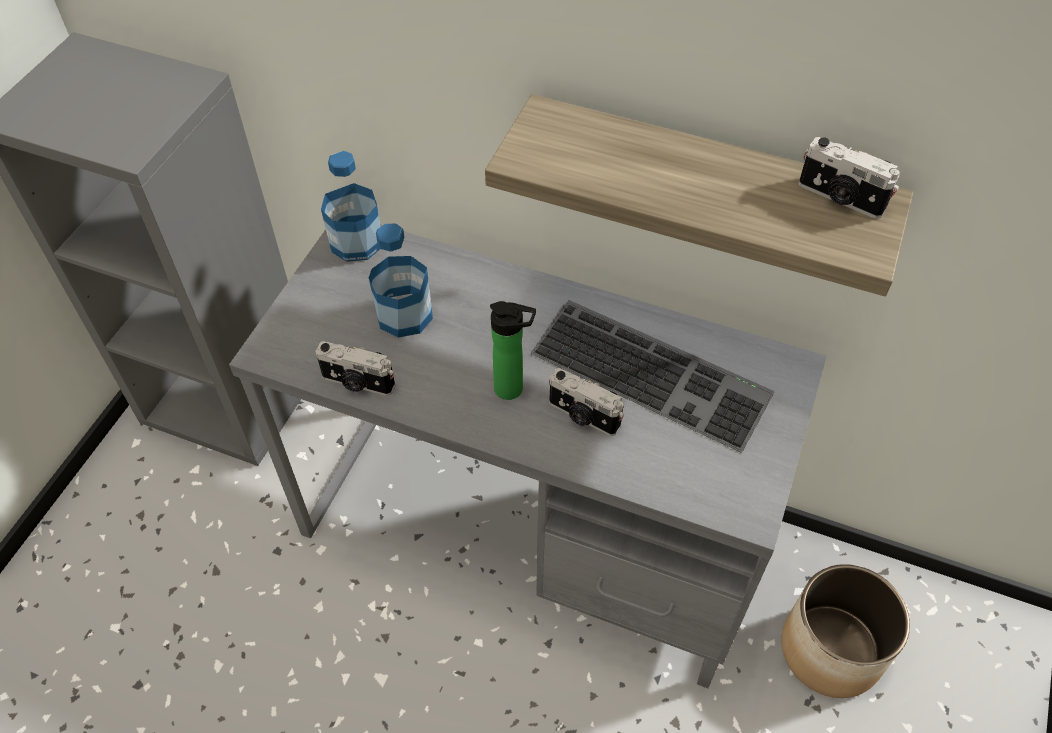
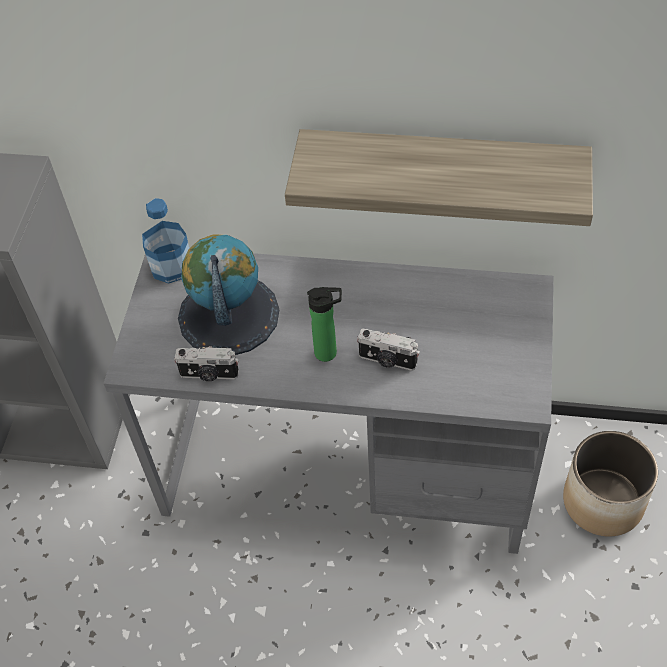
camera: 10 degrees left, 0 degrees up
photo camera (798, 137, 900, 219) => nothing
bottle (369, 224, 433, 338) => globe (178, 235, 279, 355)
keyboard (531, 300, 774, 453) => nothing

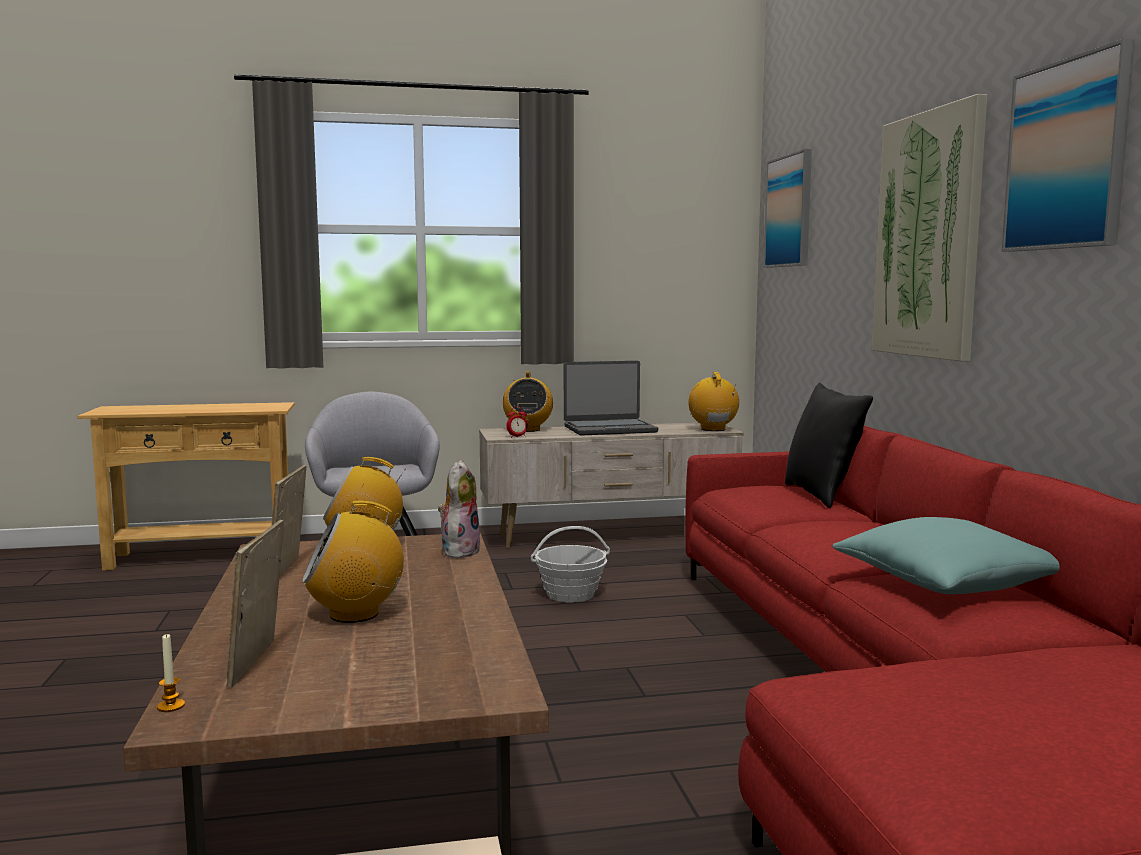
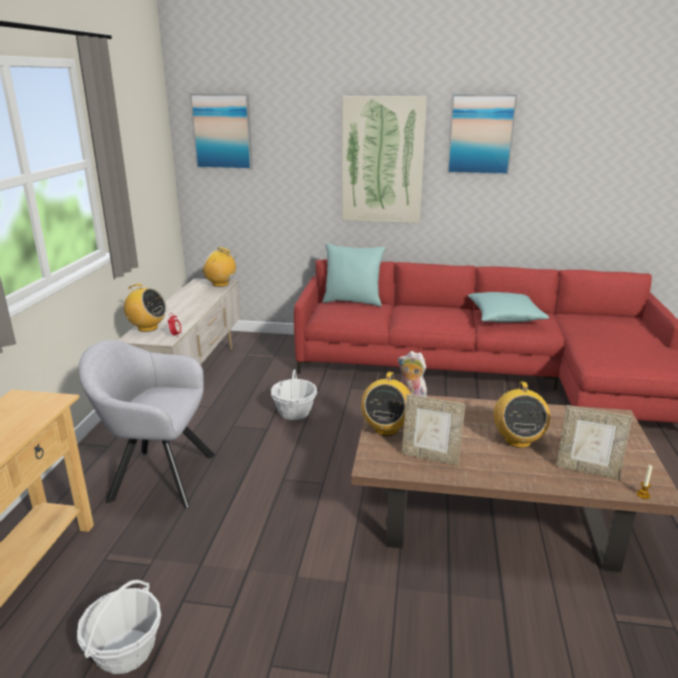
camera: 70 degrees left, 15 degrees up
laptop (564, 361, 658, 436) => nothing
black pillow (785, 383, 873, 508) => turquoise pillow (322, 243, 385, 307)
nothing => basket (77, 580, 161, 674)

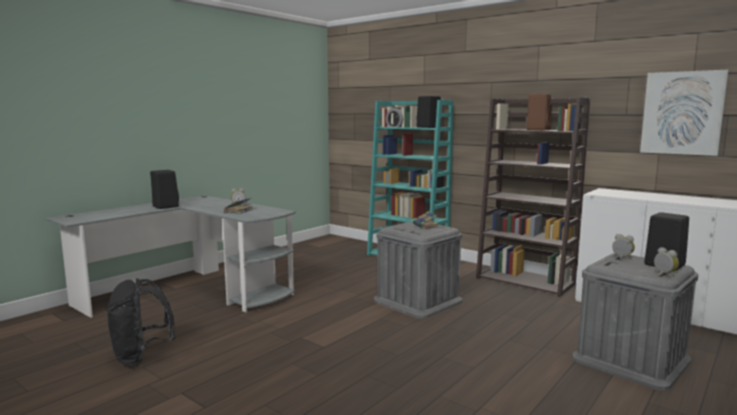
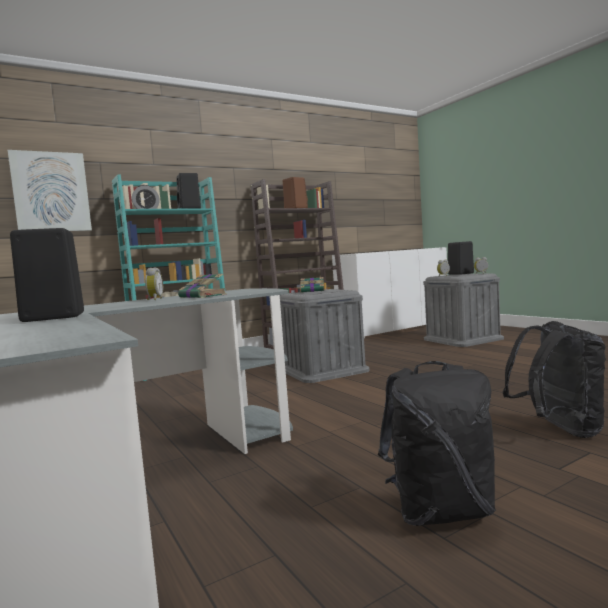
camera: 70 degrees left, 5 degrees down
picture (640, 70, 729, 156) => picture (8, 150, 92, 231), move
nothing => black backpack (503, 321, 606, 438)

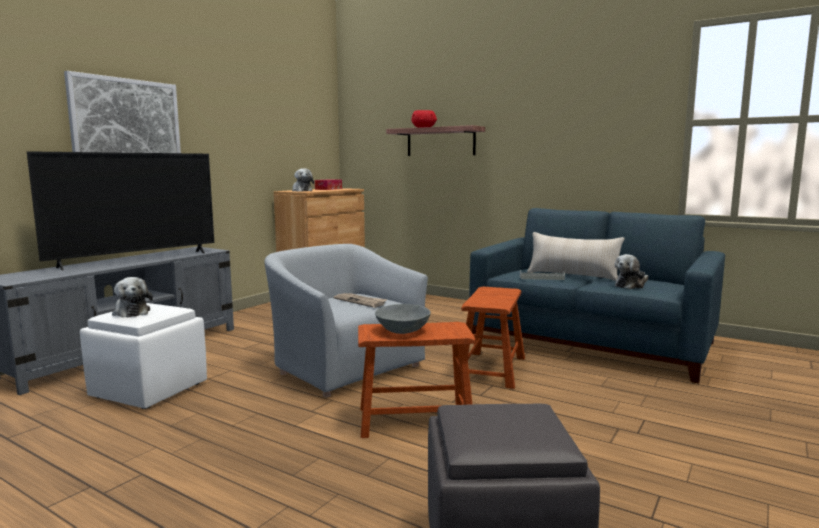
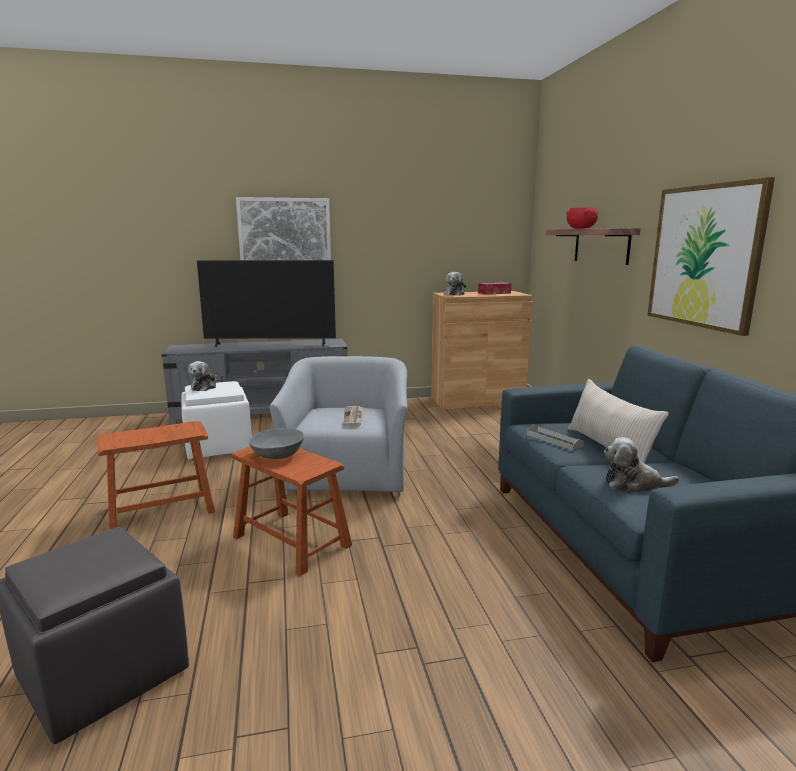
camera: 45 degrees right, 5 degrees up
brown stool (462, 287, 525, 389) => brown stool (98, 421, 215, 530), move
nothing => picture (647, 177, 775, 336)

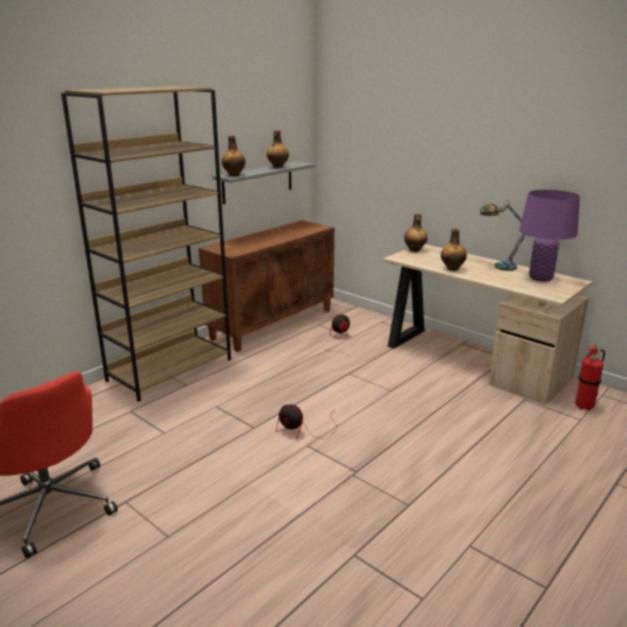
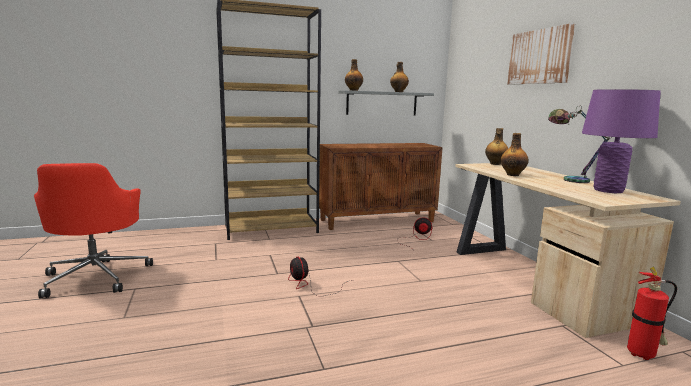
camera: 30 degrees right, 10 degrees down
nothing => picture (507, 23, 575, 85)

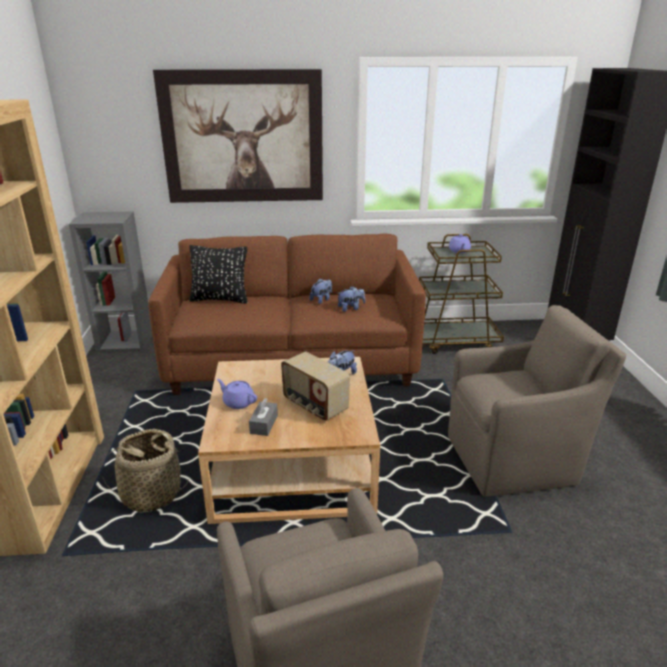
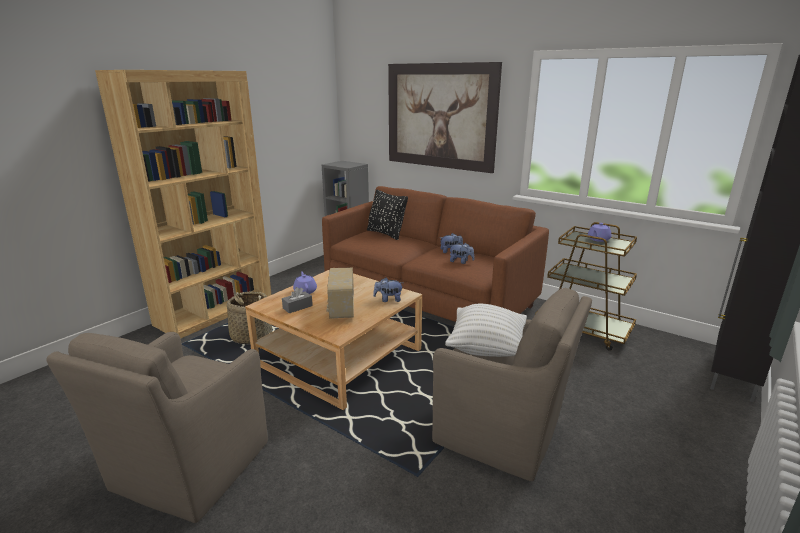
camera: 40 degrees right, 5 degrees down
nothing => white pillow (445, 304, 527, 357)

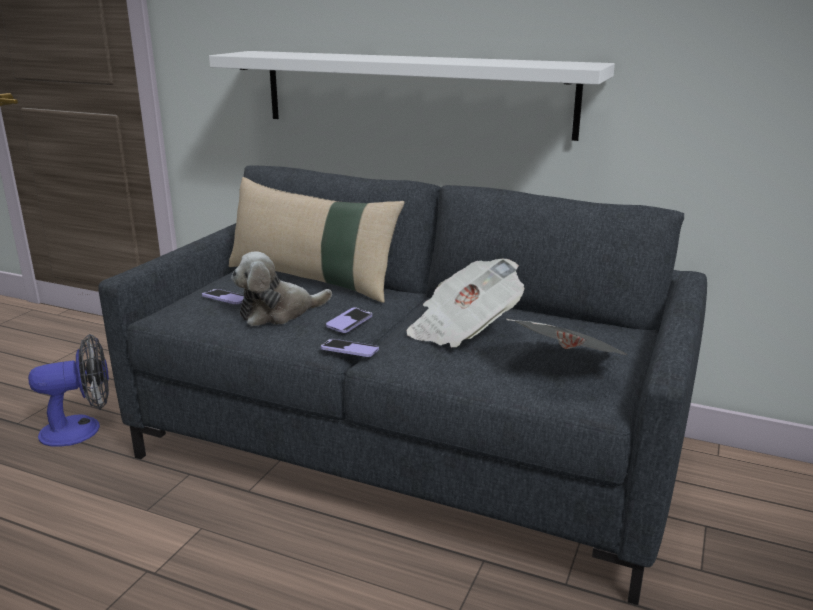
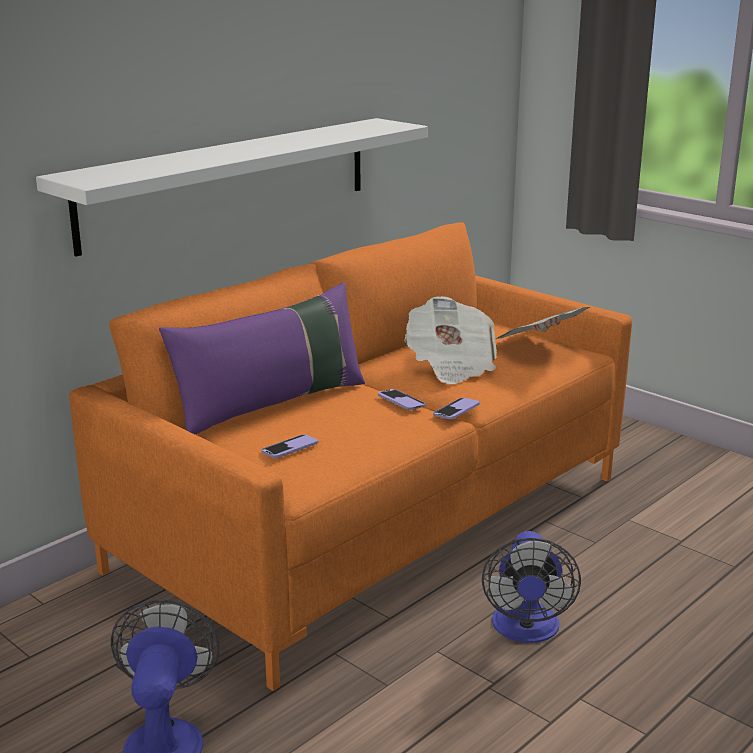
camera: 70 degrees left, 0 degrees up
grey sofa (98, 165, 707, 605) => orange sofa (69, 222, 632, 691)
beige pillow (228, 177, 404, 303) => purple pillow (159, 282, 365, 435)
plush toy (231, 251, 332, 326) => nothing
nothing => fan (482, 531, 581, 643)

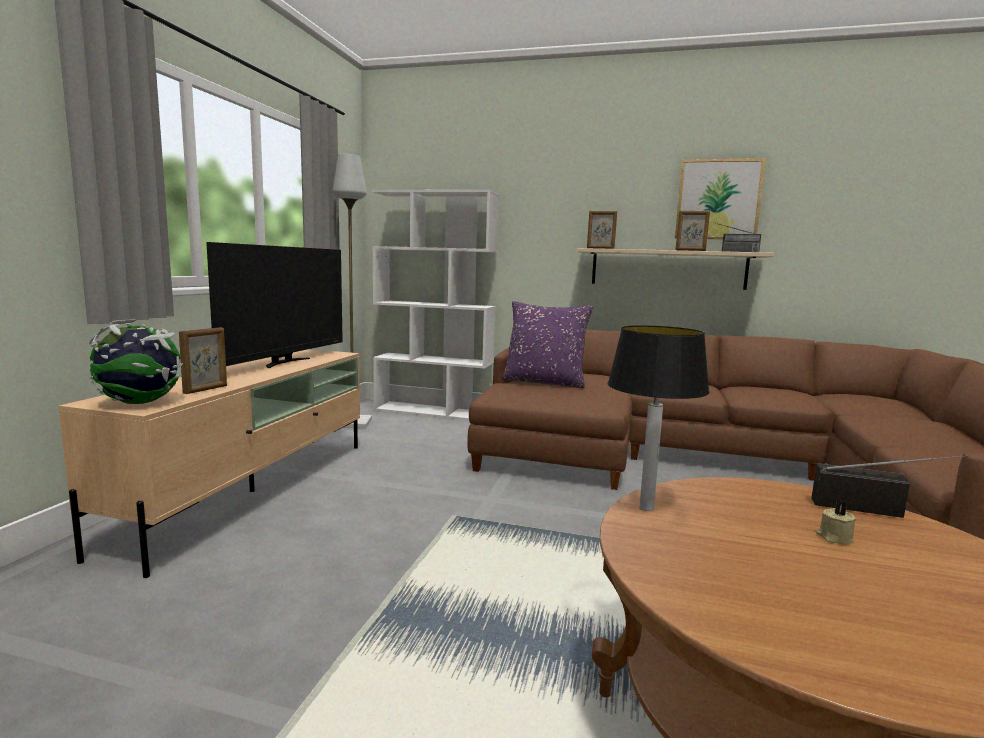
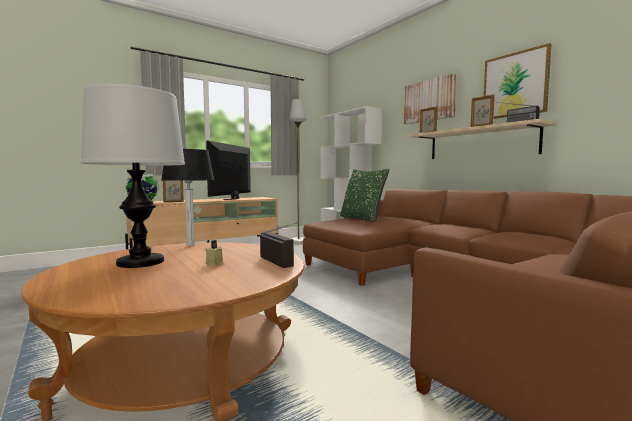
camera: 40 degrees right, 5 degrees down
television (206, 242, 343, 368) => television (206, 141, 251, 200), 135 degrees clockwise
purple pillow (502, 301, 593, 388) => green pillow (340, 169, 389, 222)
nothing => picture (404, 73, 457, 124)
nothing => table lamp (81, 84, 185, 268)

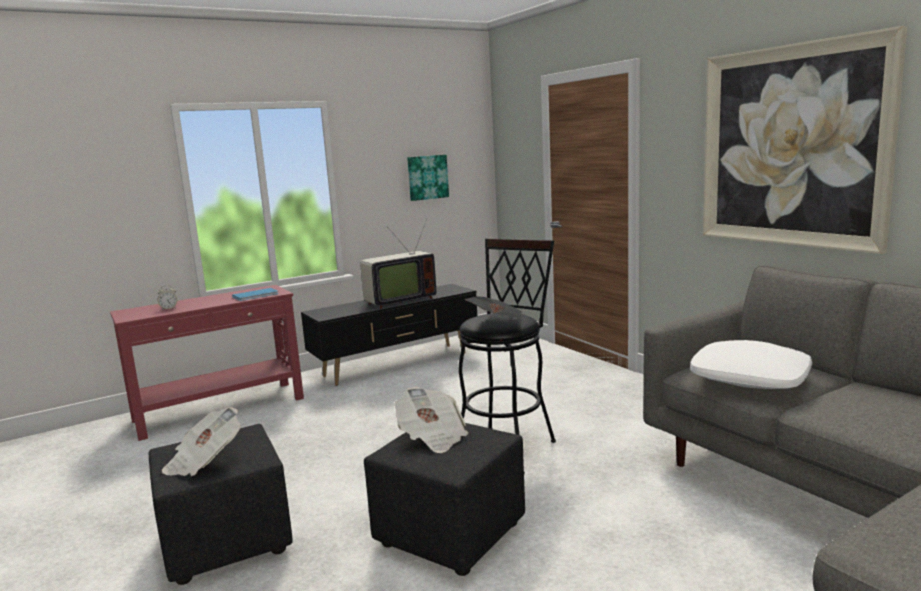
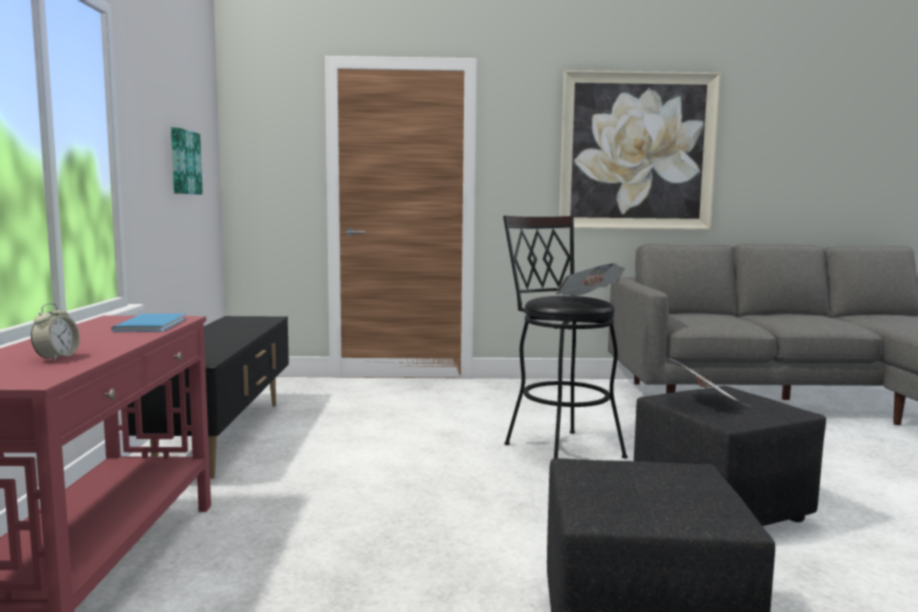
camera: 60 degrees left, 5 degrees down
television (360, 219, 436, 309) => nothing
white pillow (690, 340, 812, 389) => nothing
newspaper (162, 407, 240, 476) => nothing

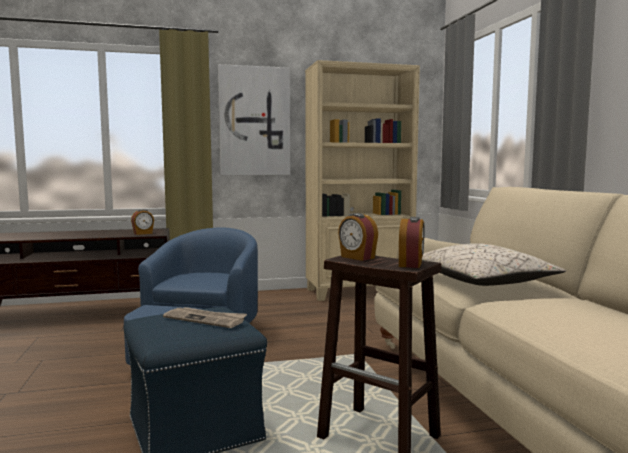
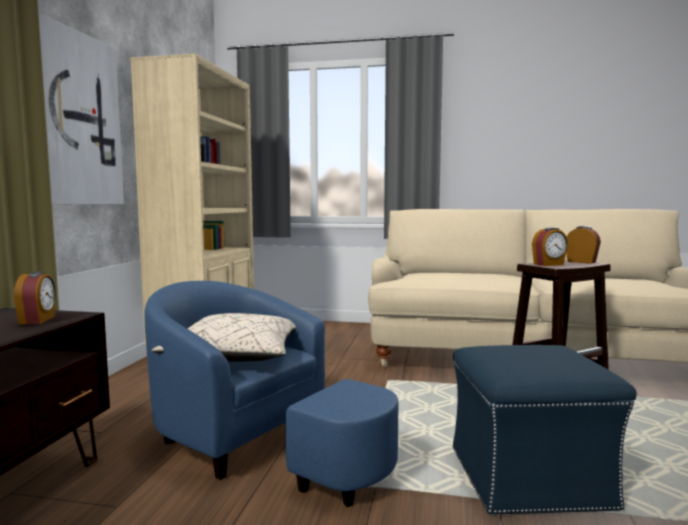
camera: 65 degrees left, 0 degrees up
beige pillow (422, 243, 566, 286) => beige pillow (152, 313, 296, 362), move
newspaper (163, 307, 247, 328) => nothing

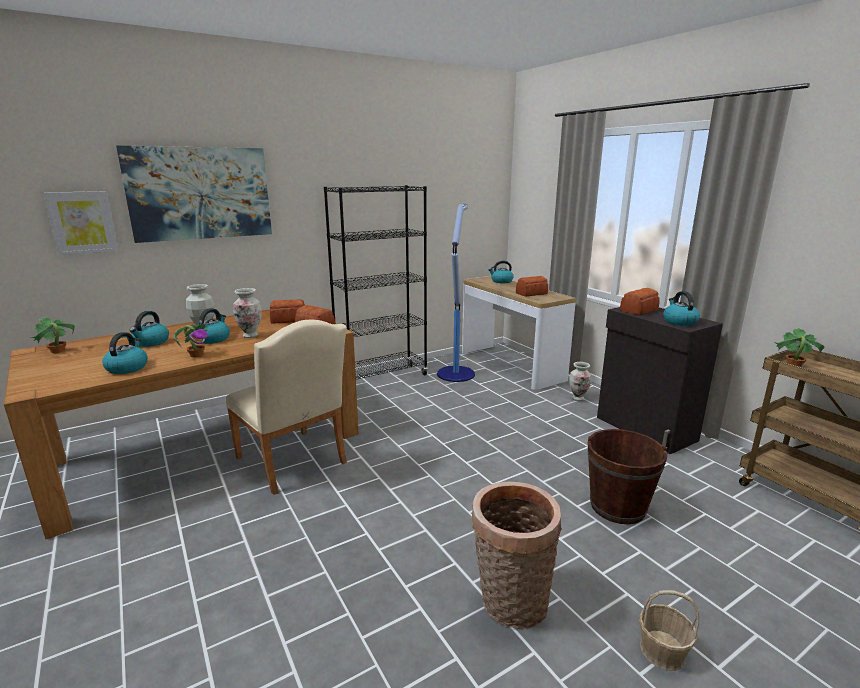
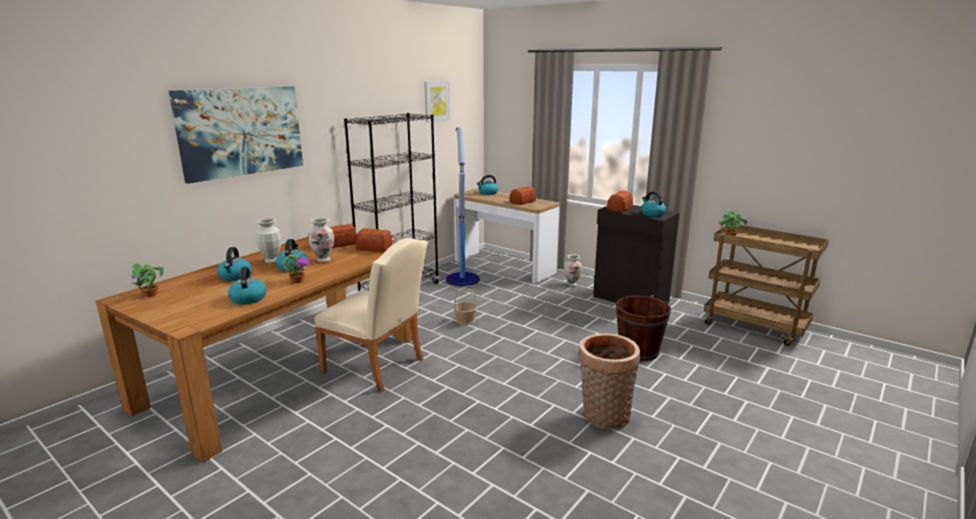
camera: 20 degrees left, 0 degrees up
picture (43, 191, 119, 255) => picture (424, 81, 450, 122), move
basket (639, 590, 699, 671) => basket (454, 289, 477, 325), move

